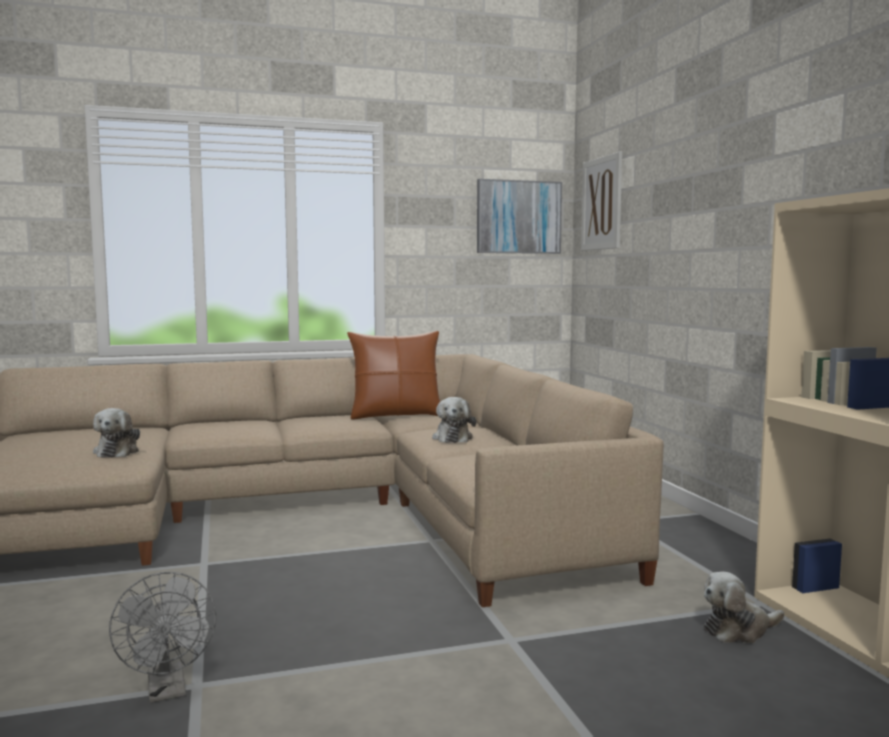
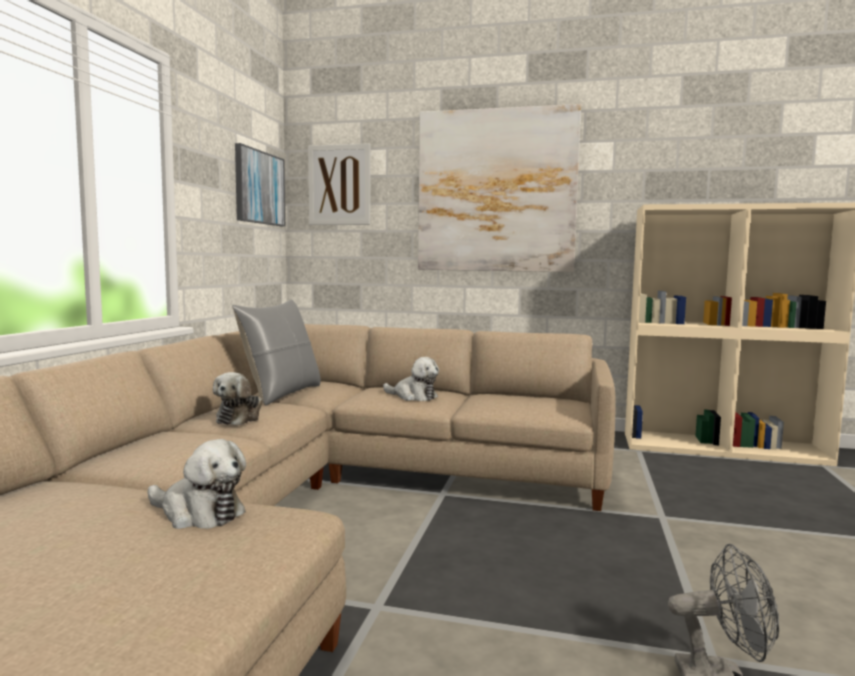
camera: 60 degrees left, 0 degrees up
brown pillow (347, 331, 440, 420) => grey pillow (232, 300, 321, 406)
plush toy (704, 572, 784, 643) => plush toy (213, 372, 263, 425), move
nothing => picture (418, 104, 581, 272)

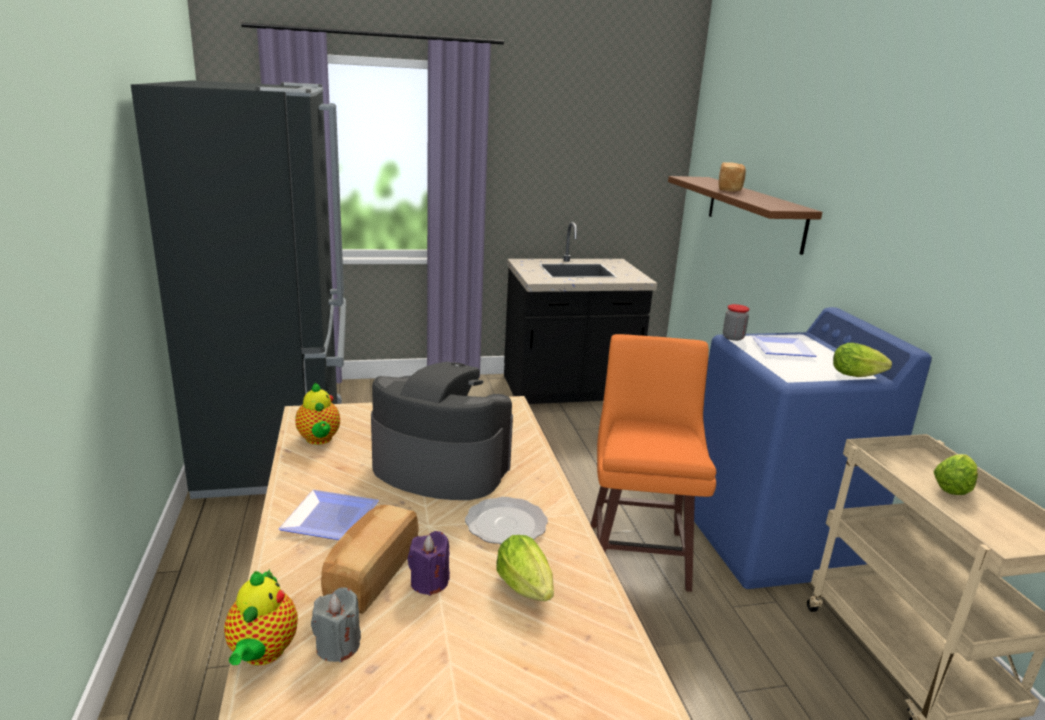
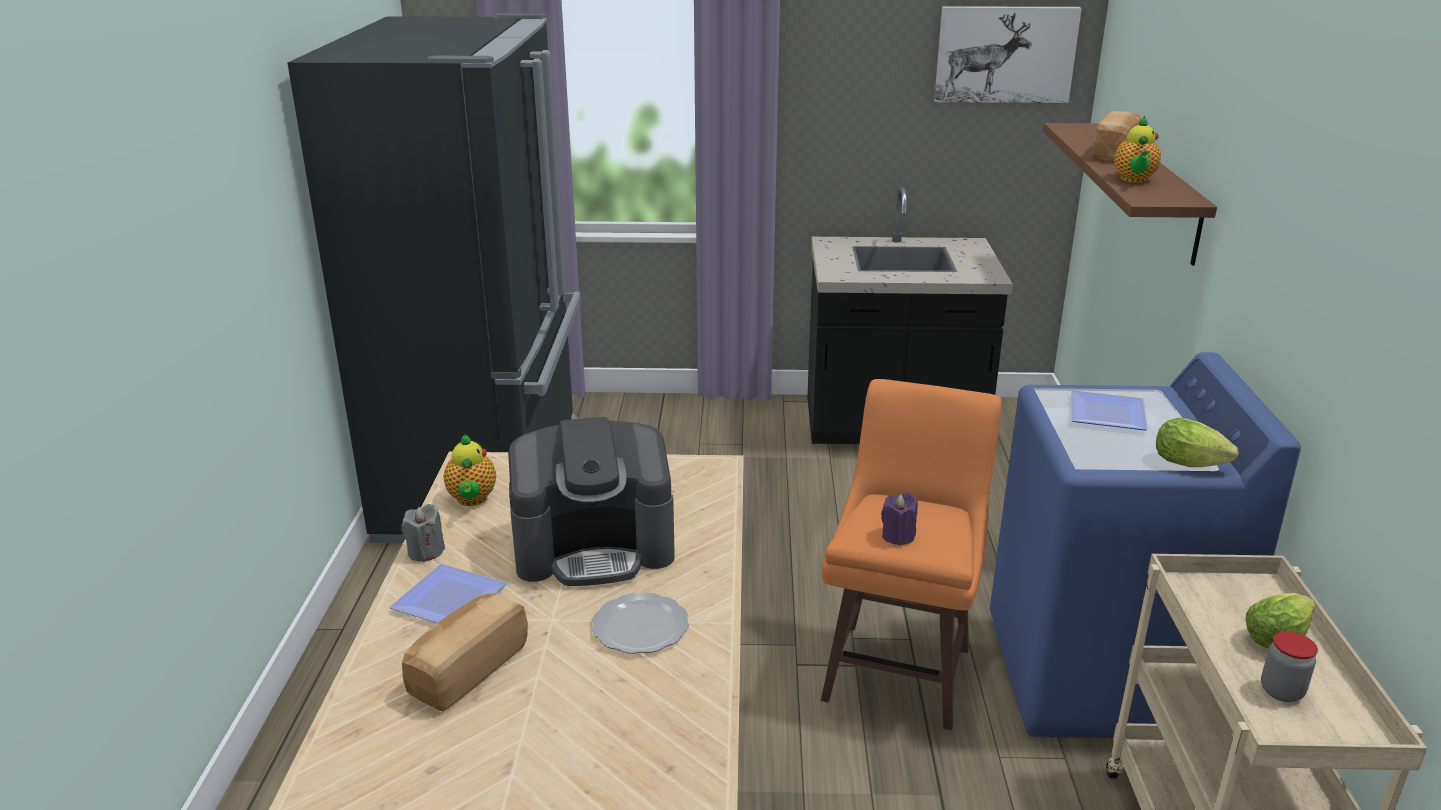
camera: 15 degrees right, 5 degrees up
jar (723, 304, 749, 341) => jar (1261, 631, 1318, 702), move
coffee machine (371, 362, 513, 500) => coffee machine (508, 417, 675, 586), 135 degrees clockwise
purple candle (408, 531, 450, 596) => purple candle (881, 493, 918, 546), move
lettuce (497, 535, 554, 601) => nothing
teapot (224, 569, 298, 666) => teapot (1114, 116, 1161, 183), move
grey candle (311, 587, 361, 662) => grey candle (401, 504, 445, 562), move
nothing => picture (934, 6, 1082, 103)

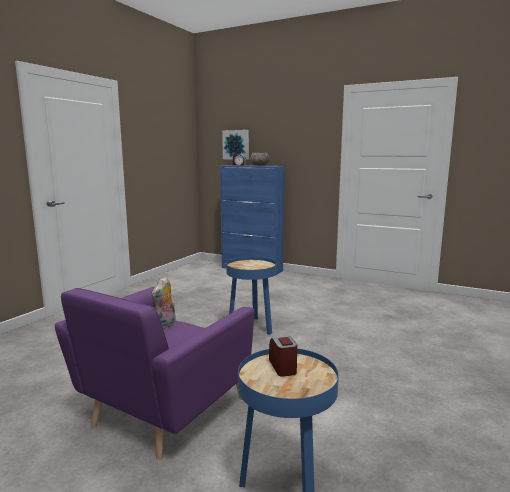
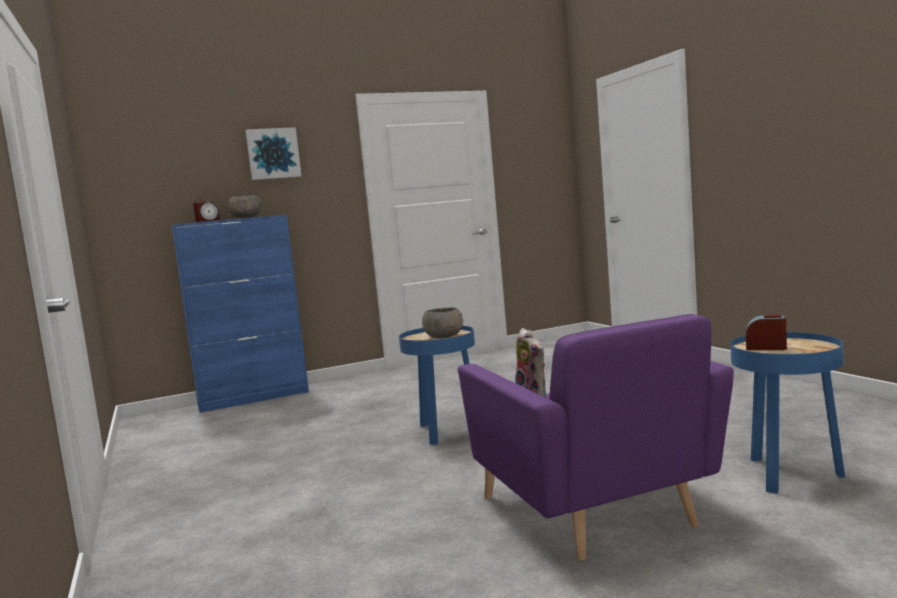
camera: 50 degrees left, 5 degrees down
picture (222, 130, 249, 160) => picture (245, 127, 302, 180), move
nothing => grey bowl (422, 307, 463, 339)

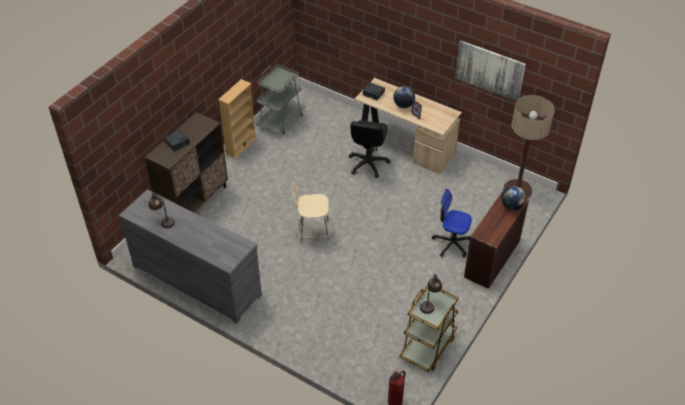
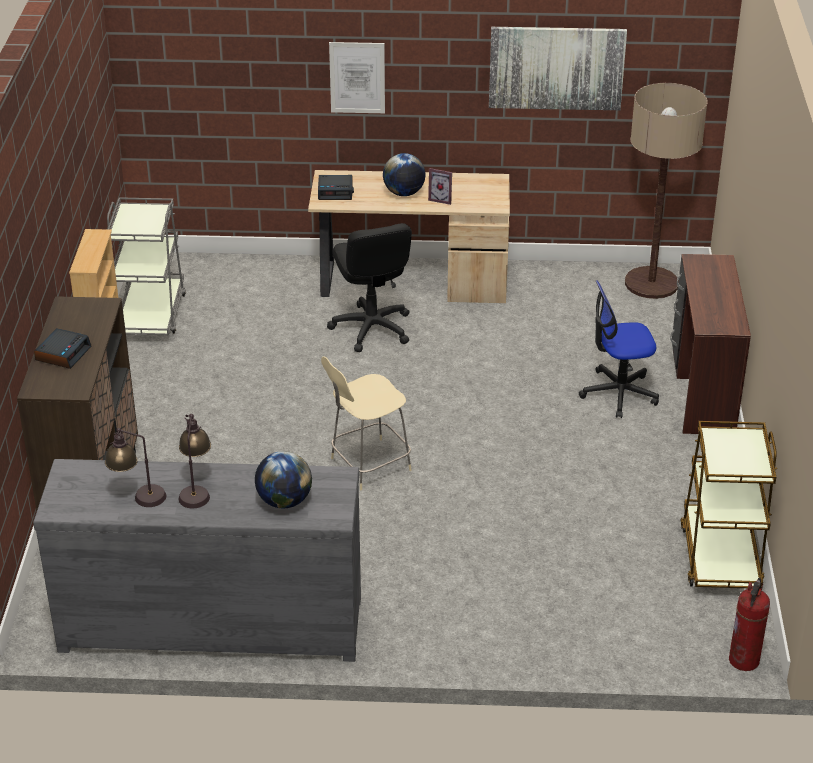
camera: 30 degrees left, 10 degrees down
globe (502, 186, 526, 210) => globe (255, 451, 312, 508), move
table lamp (420, 273, 442, 314) => table lamp (179, 414, 211, 508), move
nothing => picture (329, 42, 385, 113)

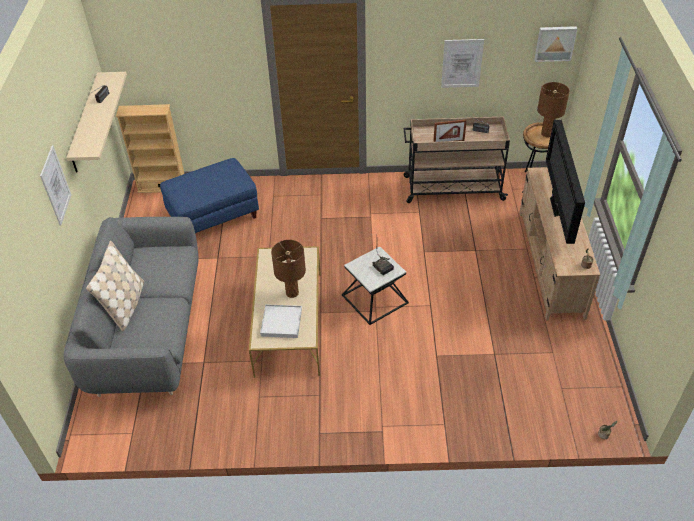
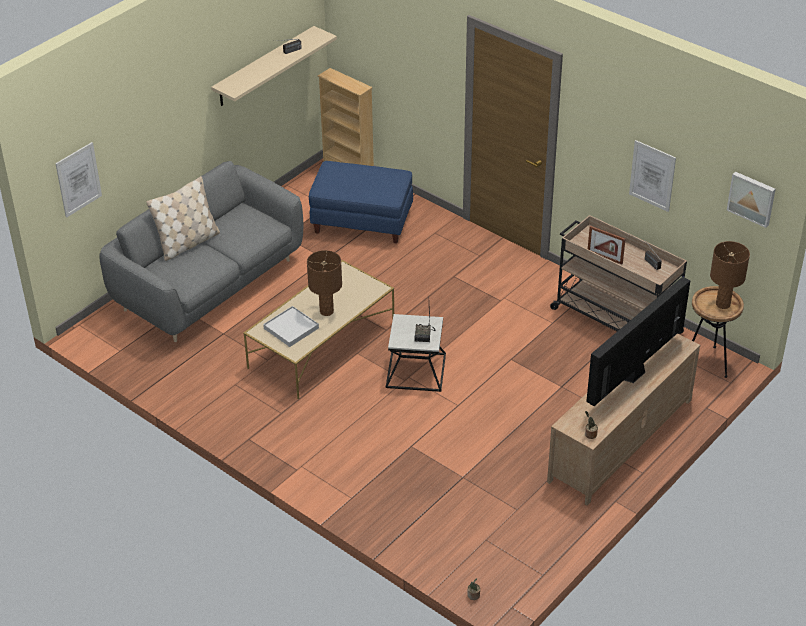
camera: 40 degrees right, 5 degrees down
picture (40, 146, 71, 225) => picture (55, 142, 102, 217), move

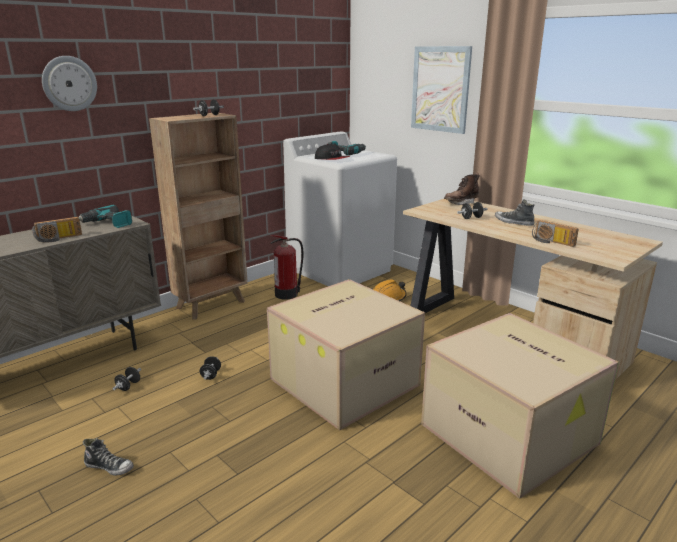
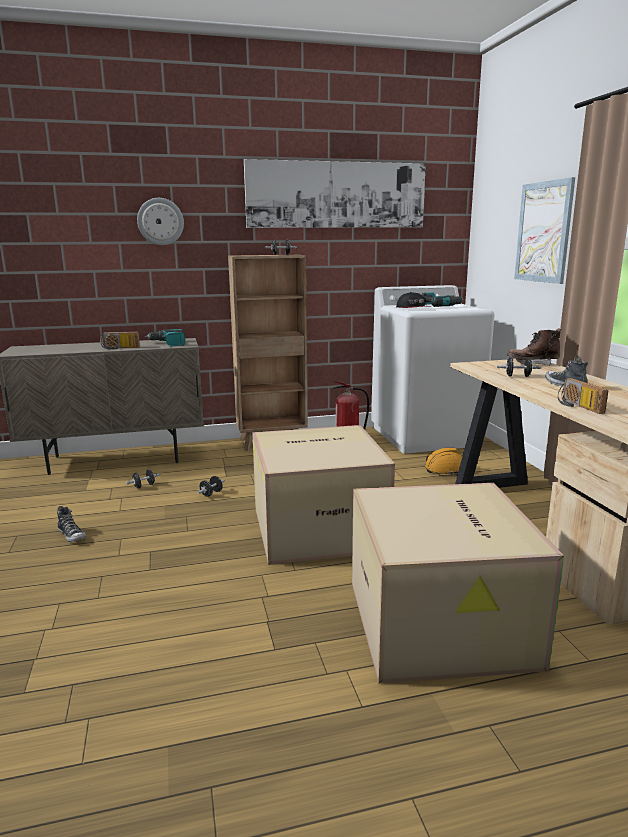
camera: 30 degrees right, 5 degrees down
nothing => picture (244, 159, 426, 228)

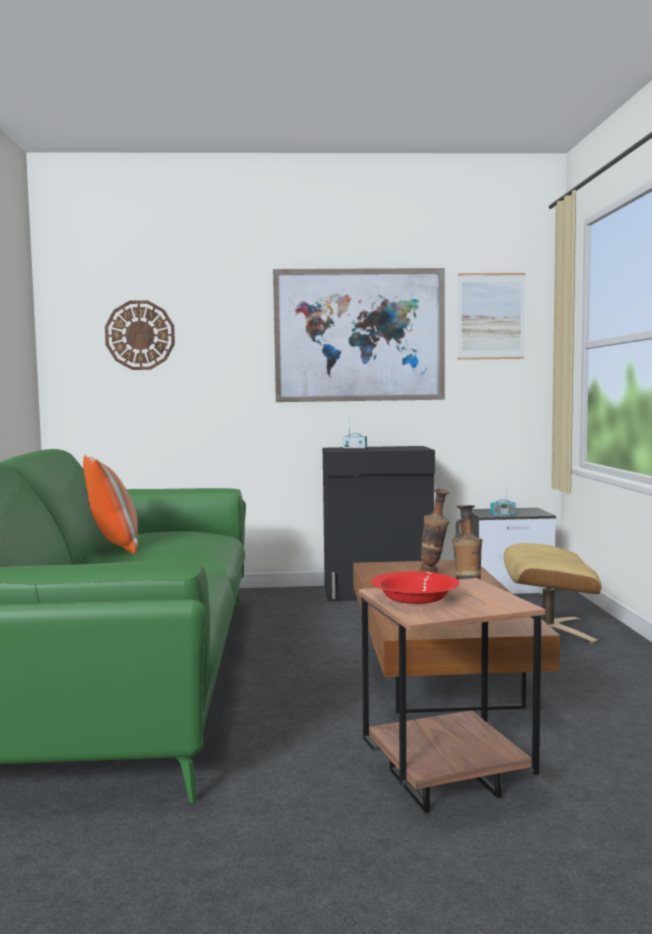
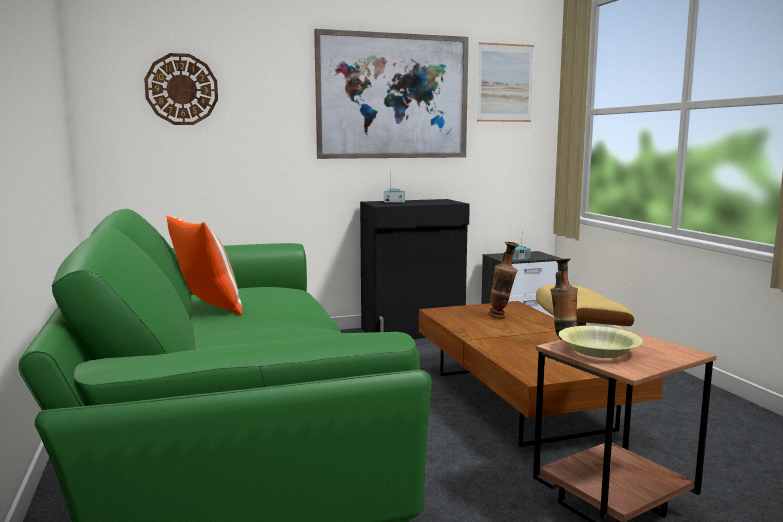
camera: 15 degrees left, 5 degrees up
red bowl (371, 571, 460, 604) => yellow bowl (559, 326, 643, 358)

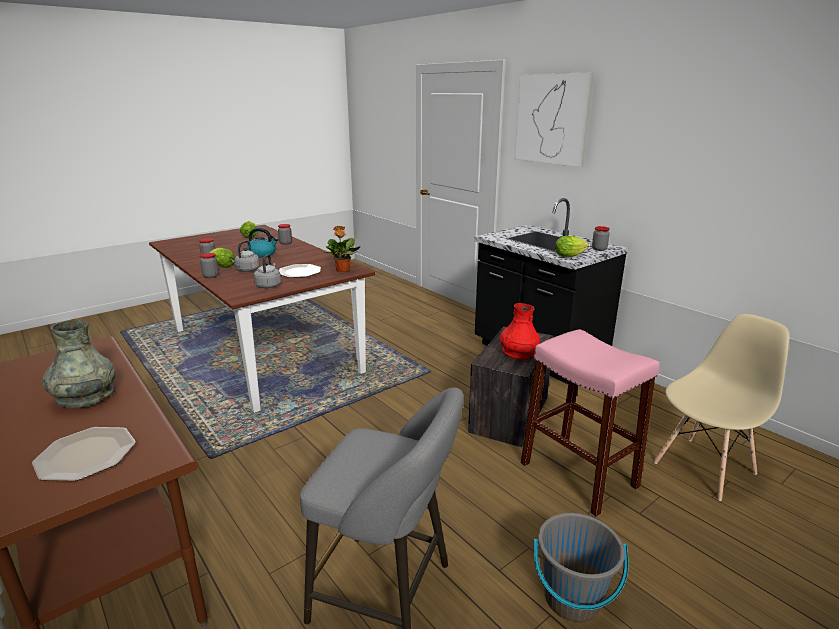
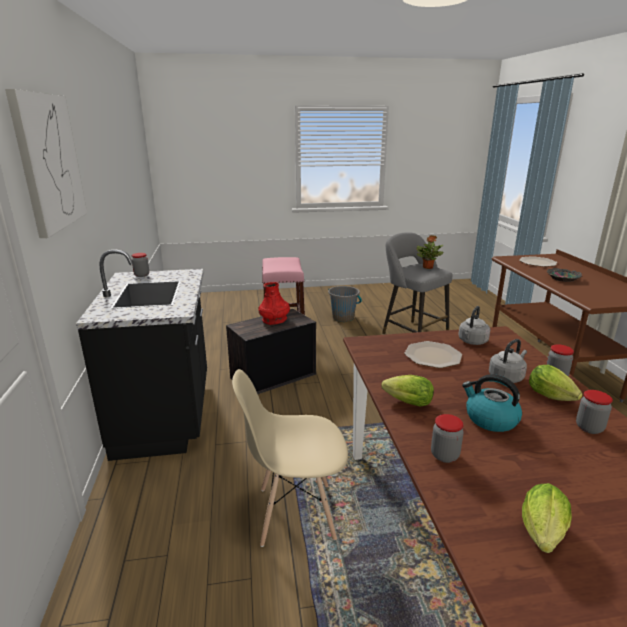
camera: 150 degrees left, 0 degrees up
potted plant (324, 226, 361, 272) => potted plant (417, 235, 443, 269), move
lettuce (555, 236, 589, 257) => lettuce (381, 375, 434, 407), move
beige chair (654, 314, 789, 501) => beige chair (232, 369, 348, 547), move
grey vase (42, 320, 115, 408) => bowl (547, 268, 582, 282)

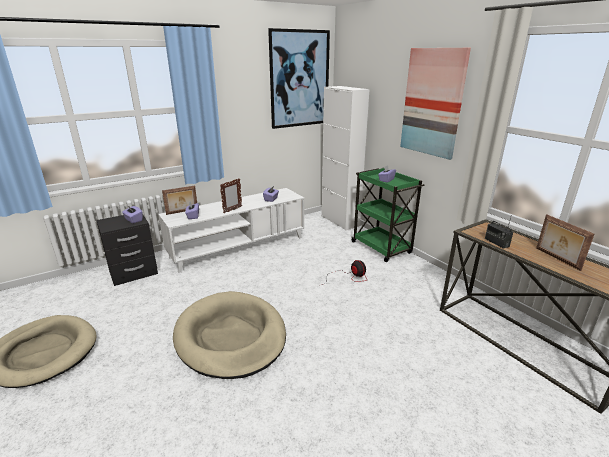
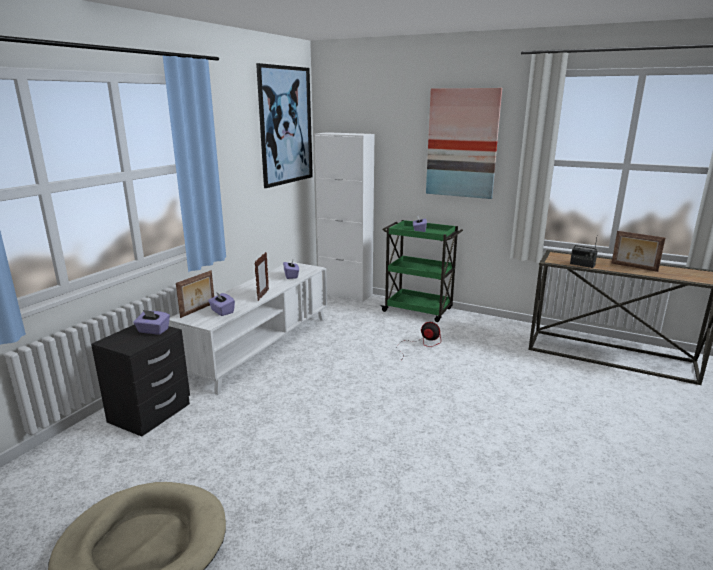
camera: 30 degrees left, 5 degrees down
beige dog bed (173, 291, 286, 379) => nothing

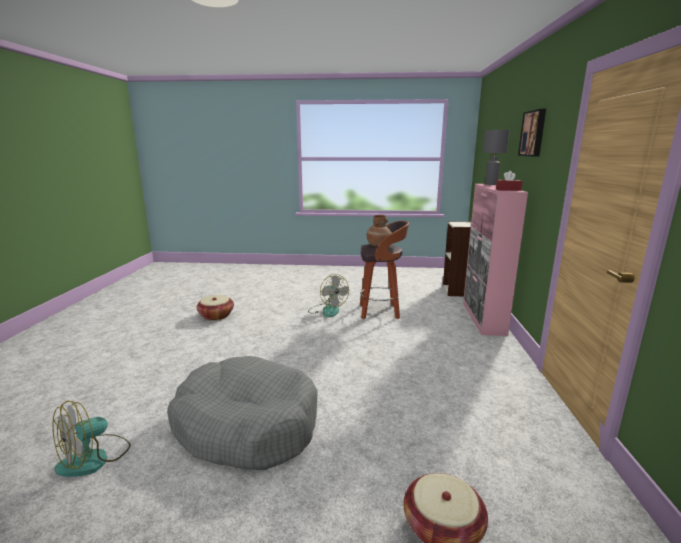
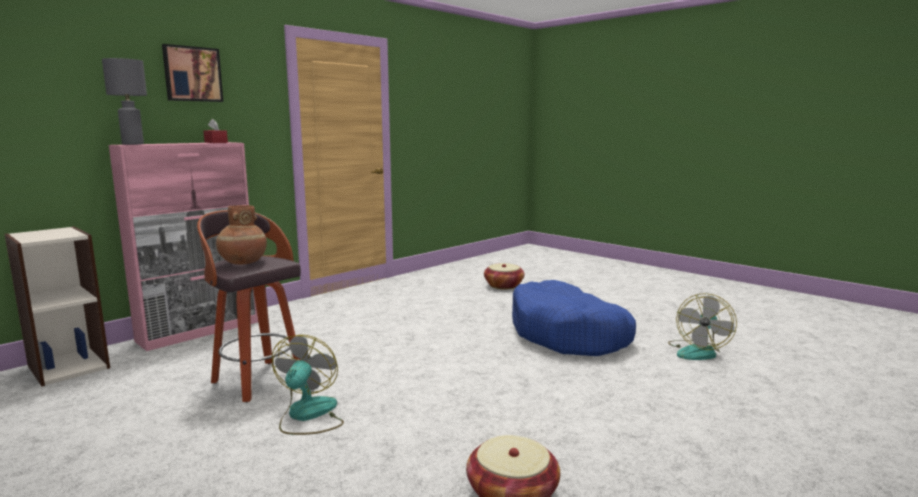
camera: 140 degrees left, 5 degrees down
grey dog bed (167, 356, 318, 470) => blue dog bed (512, 280, 636, 356)
fan (52, 400, 131, 477) => fan (668, 293, 737, 360), 135 degrees clockwise

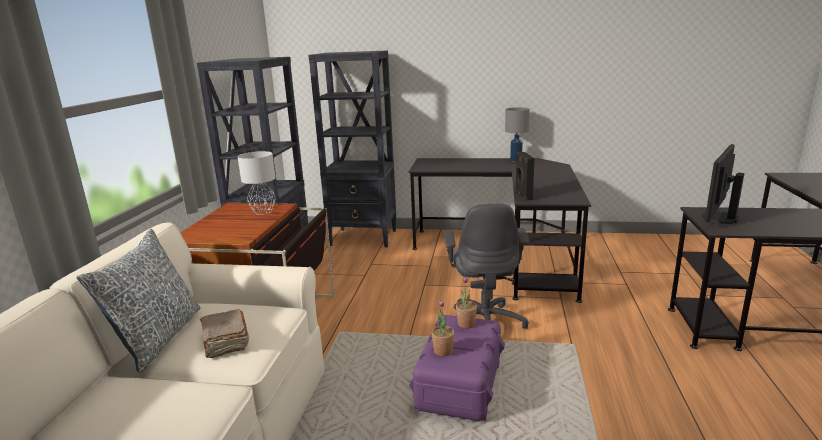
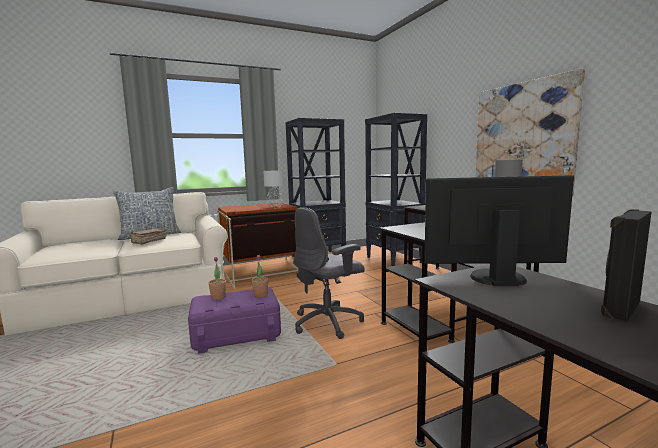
camera: 55 degrees right, 10 degrees down
black speaker (515, 152, 535, 201) => black speaker (601, 209, 652, 322), move
nothing => picture (475, 69, 585, 196)

